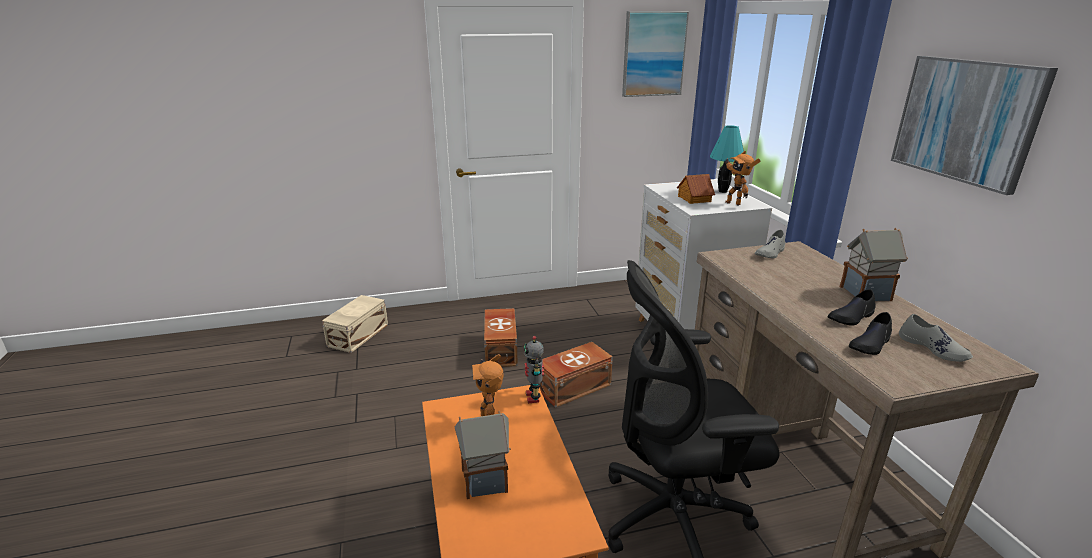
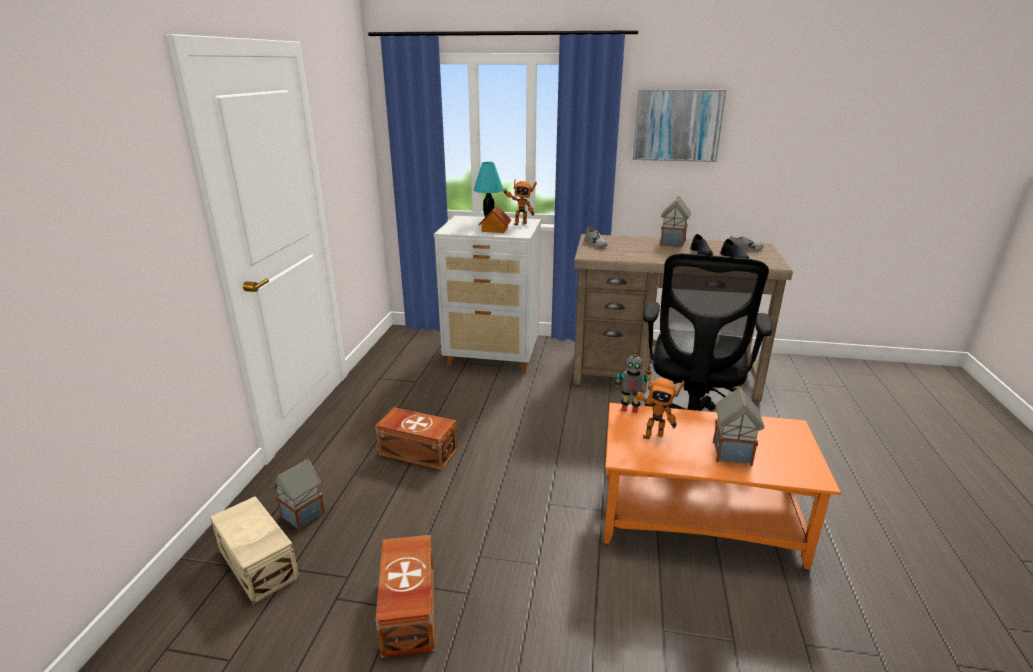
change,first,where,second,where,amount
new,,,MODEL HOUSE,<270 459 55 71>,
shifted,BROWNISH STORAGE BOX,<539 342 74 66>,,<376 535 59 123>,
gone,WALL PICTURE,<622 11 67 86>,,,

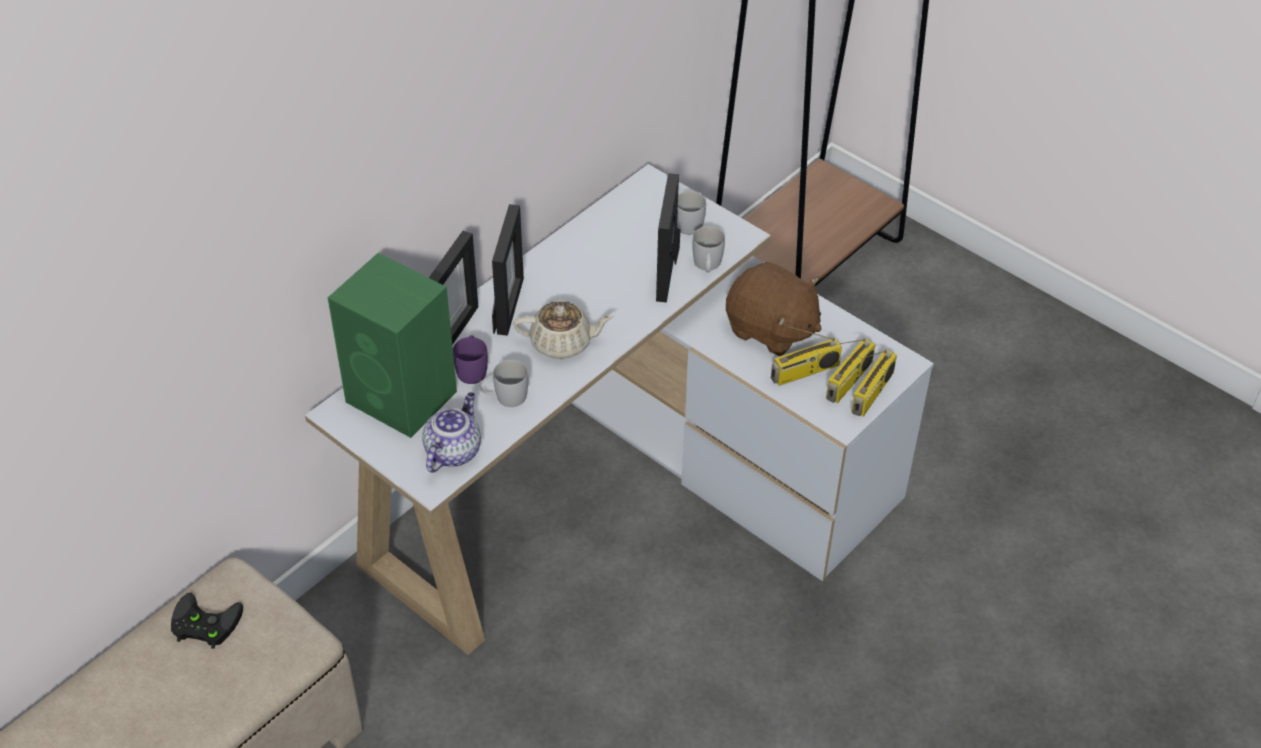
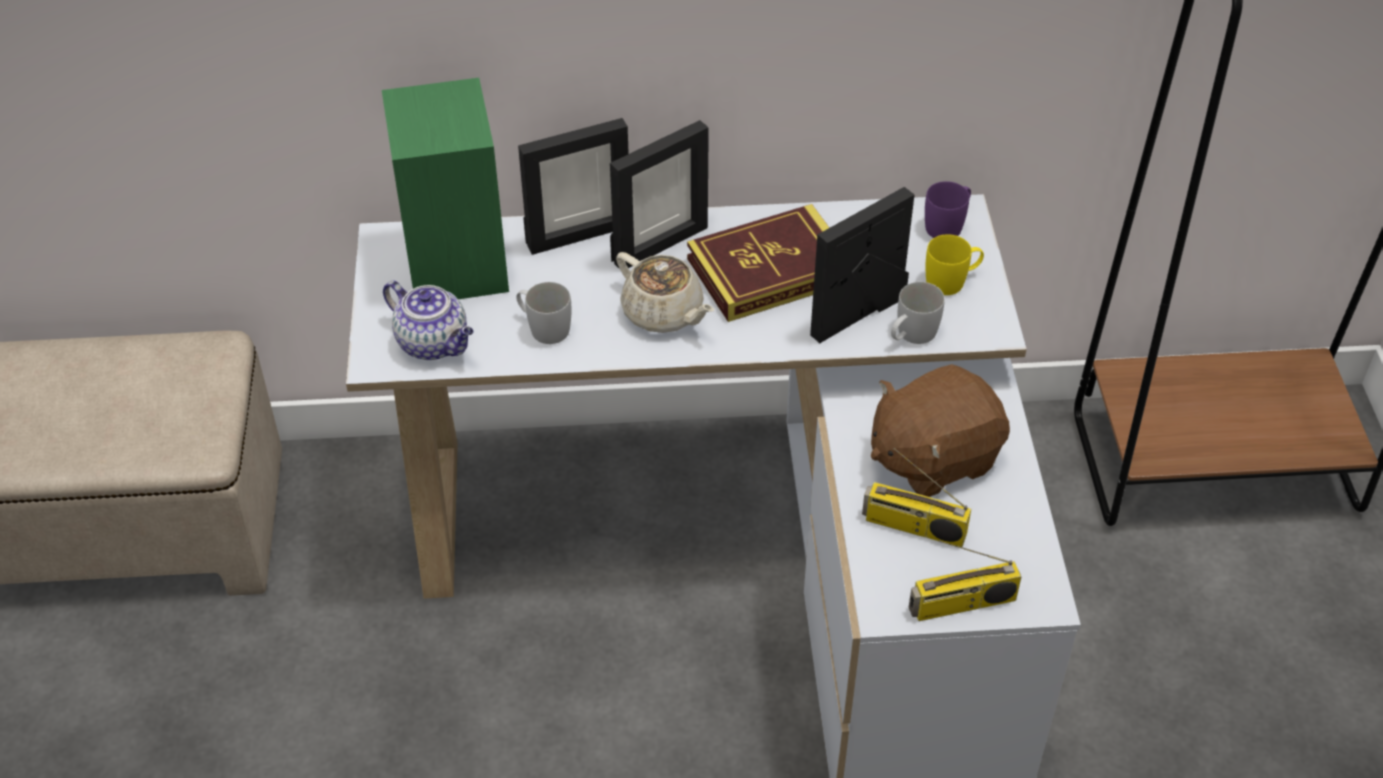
change,first,where,second,where,amount
rotated,TEA POT,<422 392 59 81>,,<383 280 91 80>,60 degrees clockwise
new,,,VOLUME,<687 204 142 118>,
rotated,BROWNISH PLUSH TOY,<726 262 96 94>,,<871 364 139 133>,75 degrees clockwise
shifted,PURPLISH TEA MUG,<453 335 35 49>,,<925 181 46 57>,
repainted,WHITE-COLOURED TEA MUG,<677 191 29 44>,YELLOW TEA MUG,<926 234 58 61>,
gone,BLACKISH JOYPAD,<171 592 72 57>,,,
gone,RADIO RECEIVER,<826 338 50 65>,,,

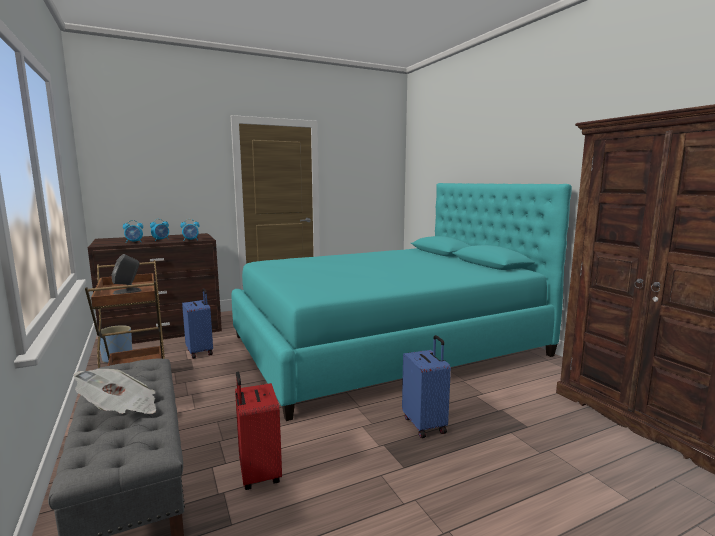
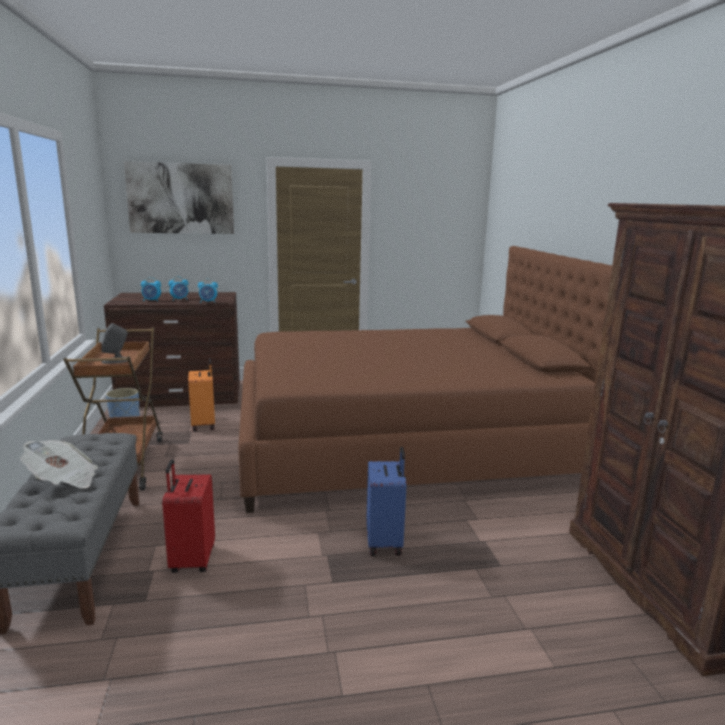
change,first,where,second,where,amount
new,,,WALL PICTURE,<124 161 110 73>,
repainted,BLUE-COLOURED SUITCASE,<182 288 31 71>,ORANGE-COLOURED SUITCASE,<188 358 27 74>,
repainted,BLUE-GREEN SLEEPING BED,<231 183 341 238>,BROWNISH SLEEPING BED,<238 246 374 267>,

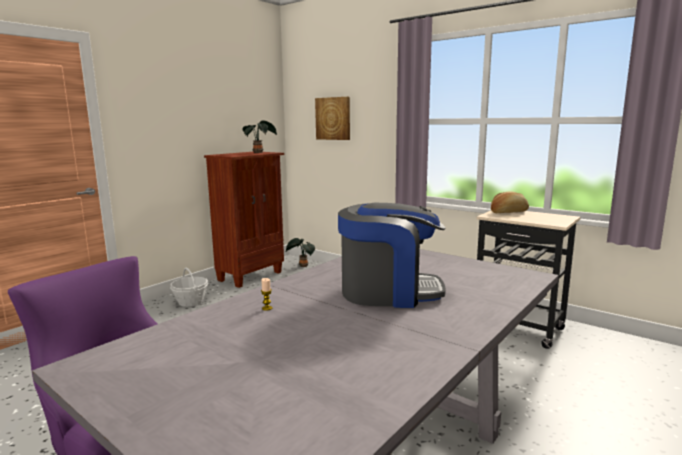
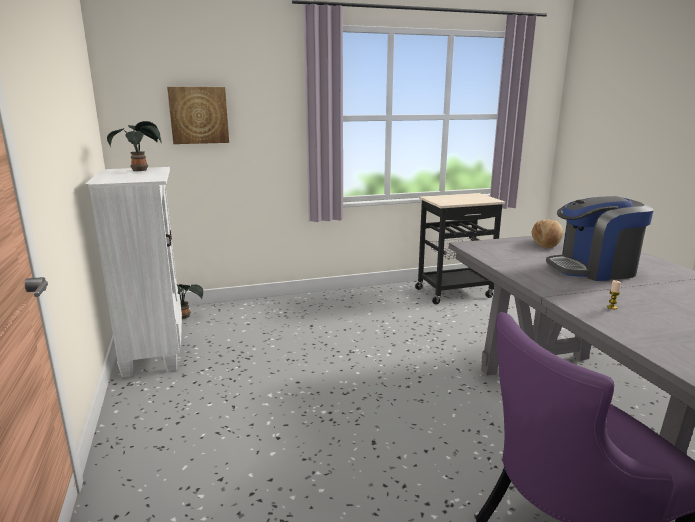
change,first,where,second,where,amount
repainted,BROWNISH CABINET,<204 152 80 136>,WHITE-COLOURED CABINET,<85 167 97 211>,
shifted,BAKERY BREAD,<491 191 38 22>,,<532 220 31 28>,
rotated,COFFEE MACHINE,<338 203 108 105>,,<546 196 108 85>,135 degrees counterclockwise
gone,BASKET,<170 268 38 39>,,,

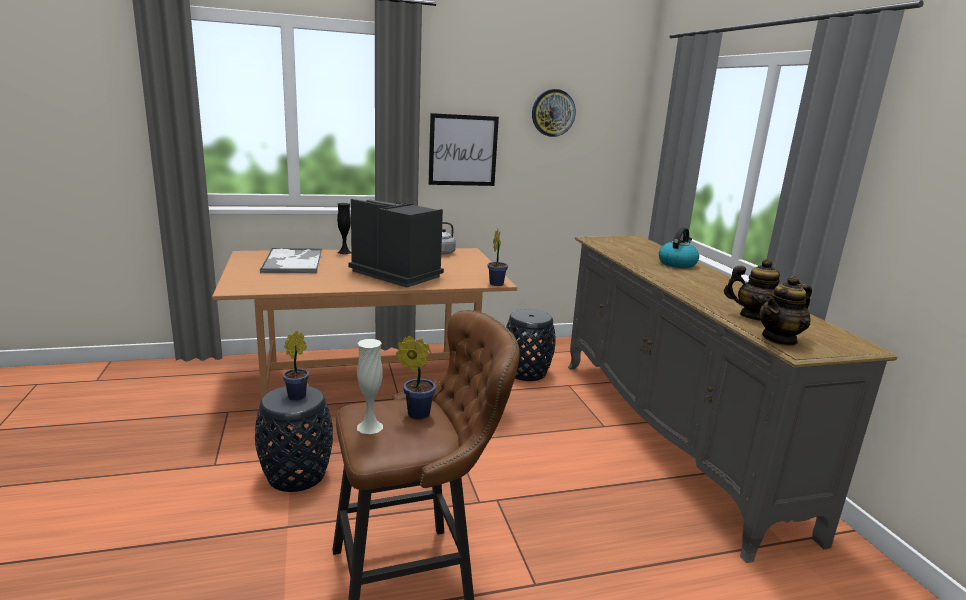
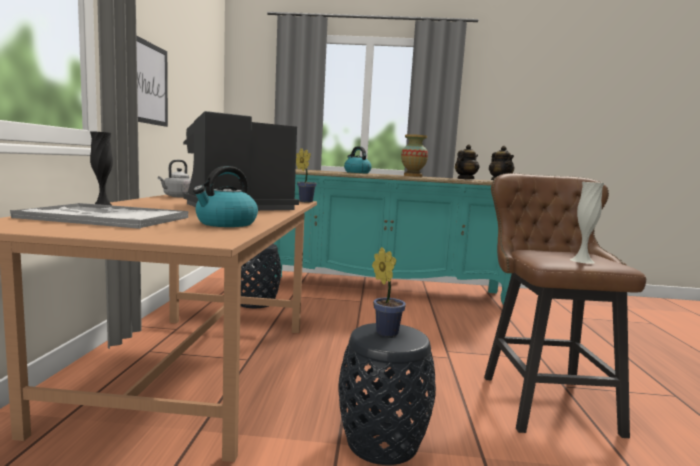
change,first,where,second,where,amount
new,,,KETTLE,<193 166 65 61>,
repainted,GREYISH CABINET,<568 236 329 327>,BLUE-GREEN CABINET,<263 169 249 136>,
new,,,FLOWER VASE,<401 134 27 43>,
gone,PLANT IN A POT,<396 336 40 83>,,,
gone,HANGING CLOCK,<532 89 44 48>,,,

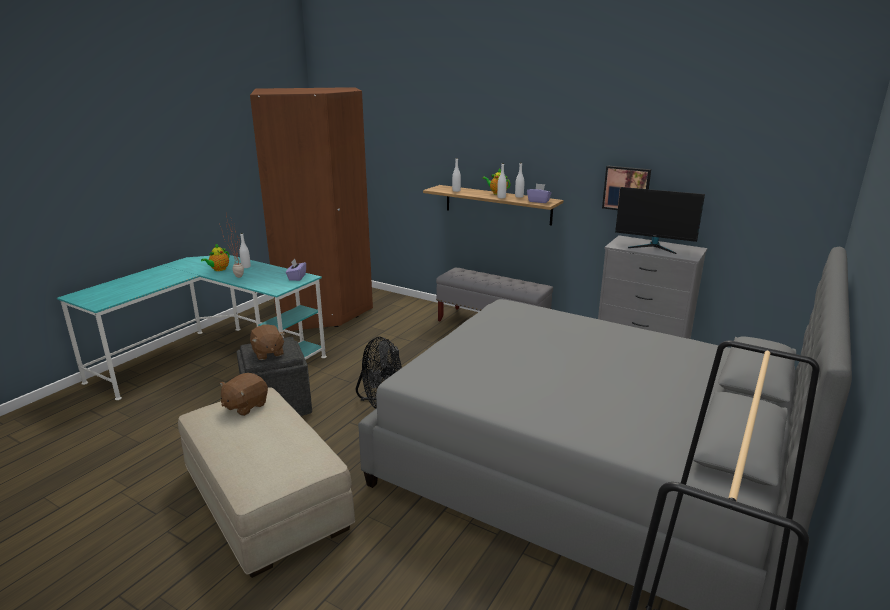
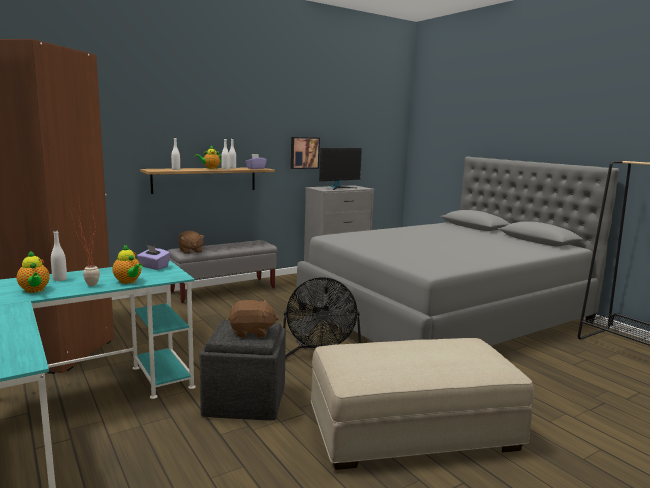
change,first,where,second,where,amount
new,,,TEA POT,<113 245 30 39>,
shifted,BROWNISH PLUSH TOY,<220 373 48 43>,,<178 231 26 23>,

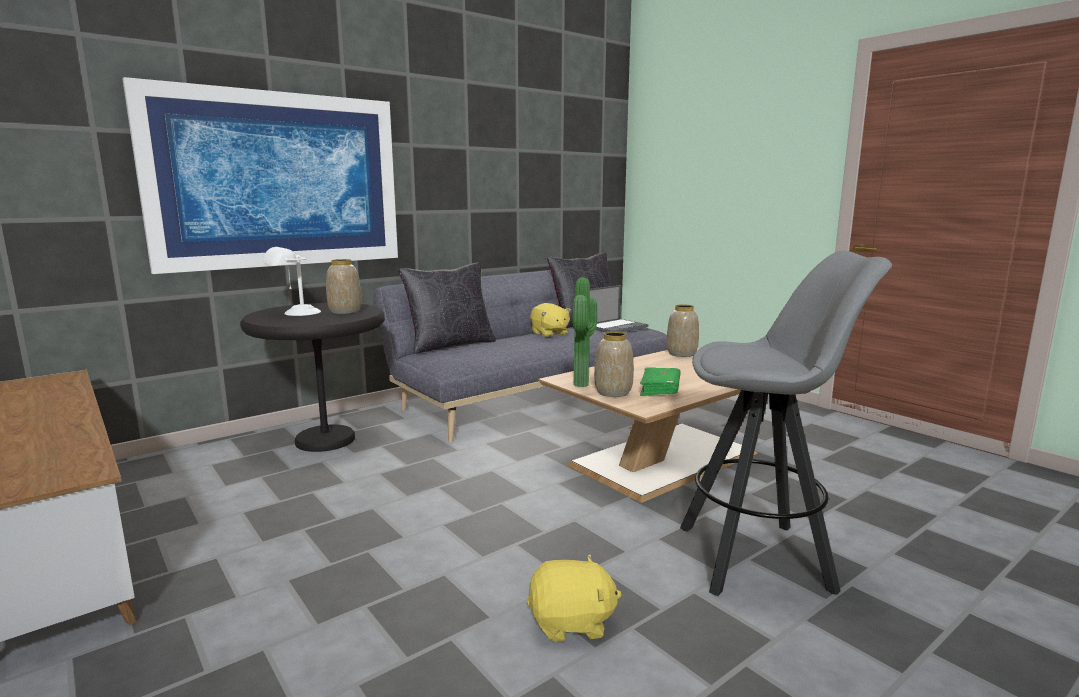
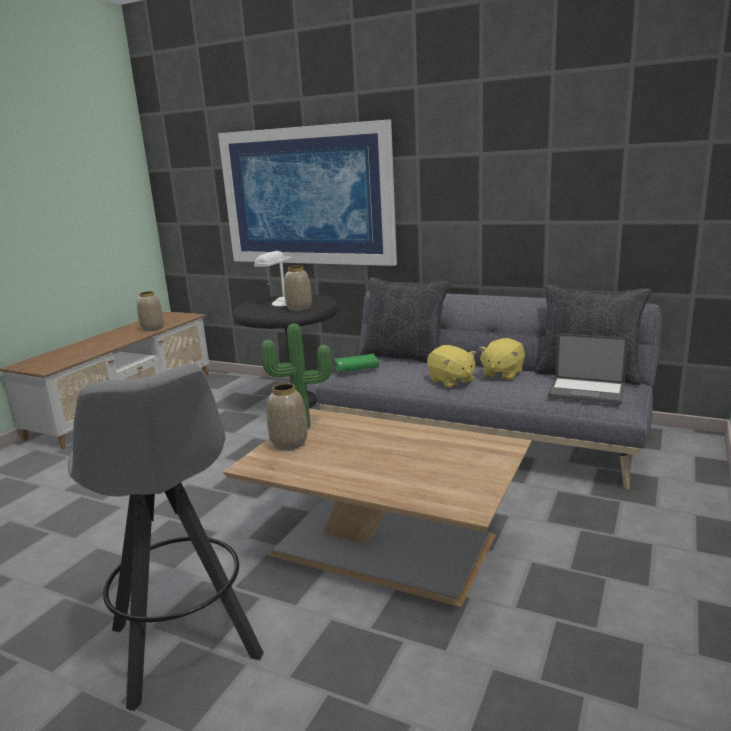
change,first,where,second,where,amount
shifted,FLOWER VASE,<667 304 32 53>,,<137 291 27 40>,
shifted,GREEN-COLOURED VOLUME,<640 367 41 29>,,<334 354 45 18>,
shifted,YELLOW PLUSH TOY,<527 554 95 88>,,<427 345 49 43>,

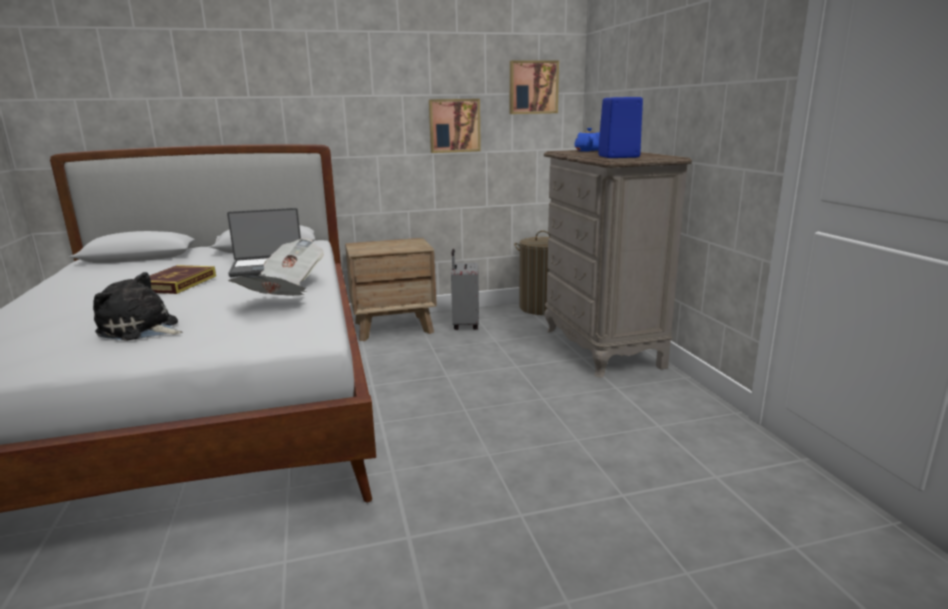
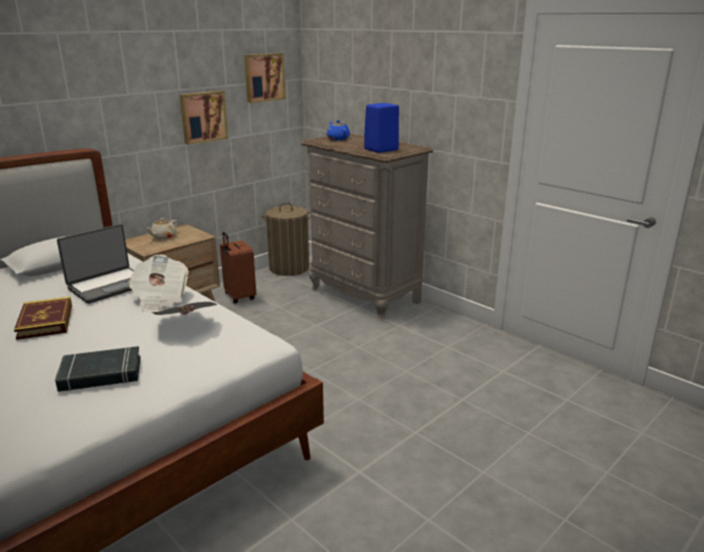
change,first,where,second,where,amount
swapped,PLUSH TOY,<93 272 89 69>,BLACKISH VOLUME,<55 346 86 46>,
new,,,BEIGE TEA POT,<146 218 31 21>,
repainted,GREYISH SUITCASE,<451 249 28 81>,BROWNISH SUITCASE,<220 232 36 71>,

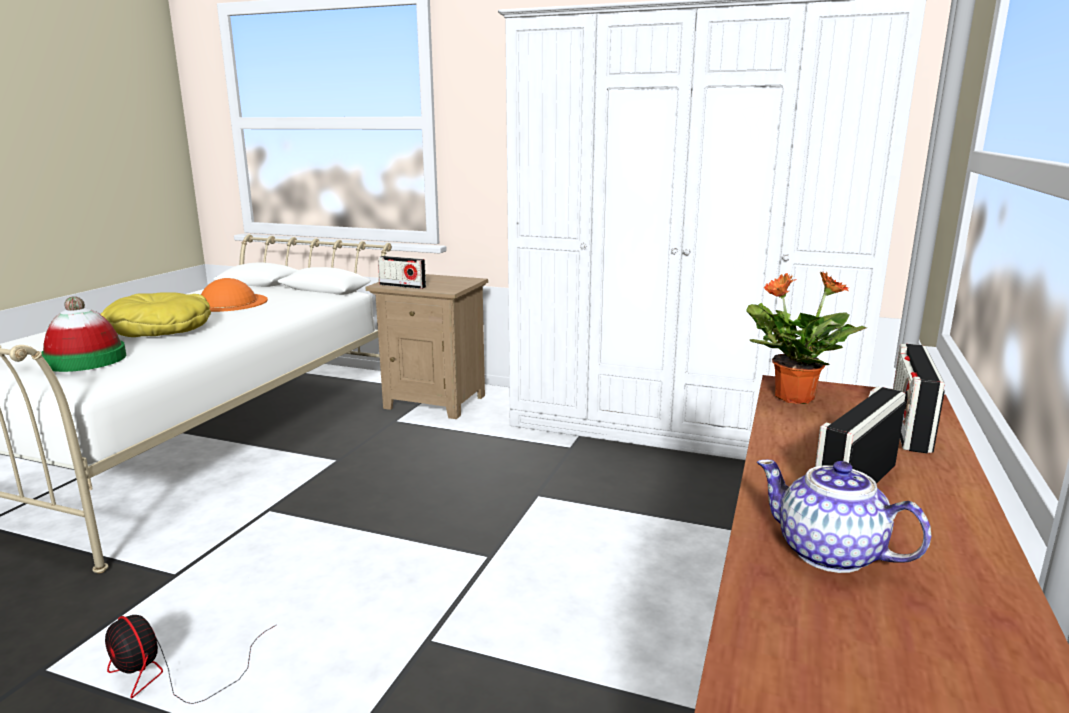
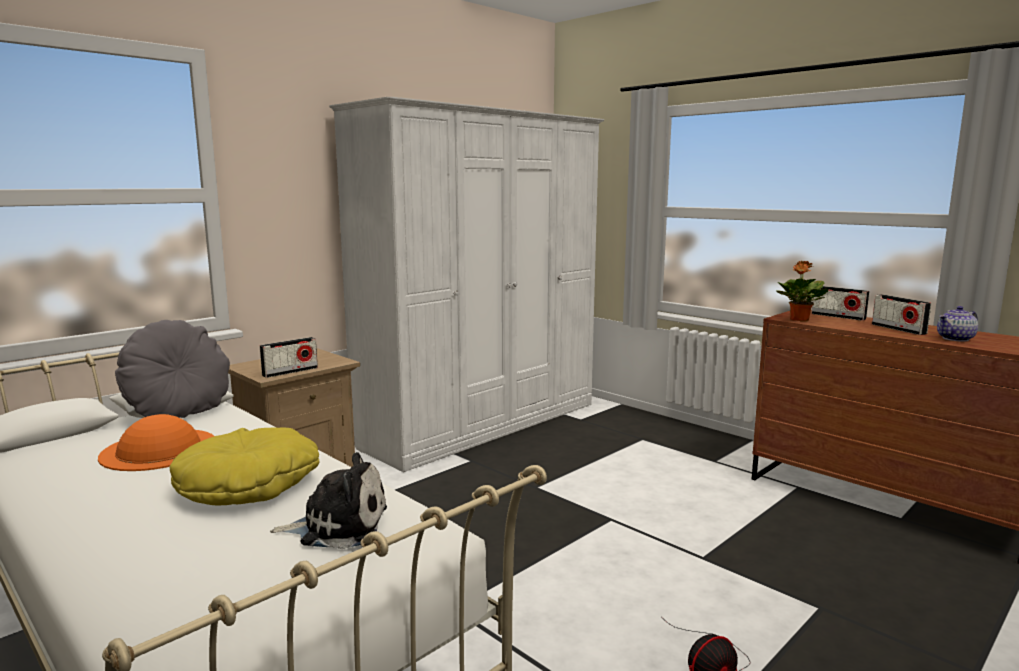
change,first,where,second,where,amount
new,,,GREYISH CUSHION,<115 320 115 98>,
swapped,HAT,<42 296 84 76>,PLUSH TOY,<270 452 117 97>,

